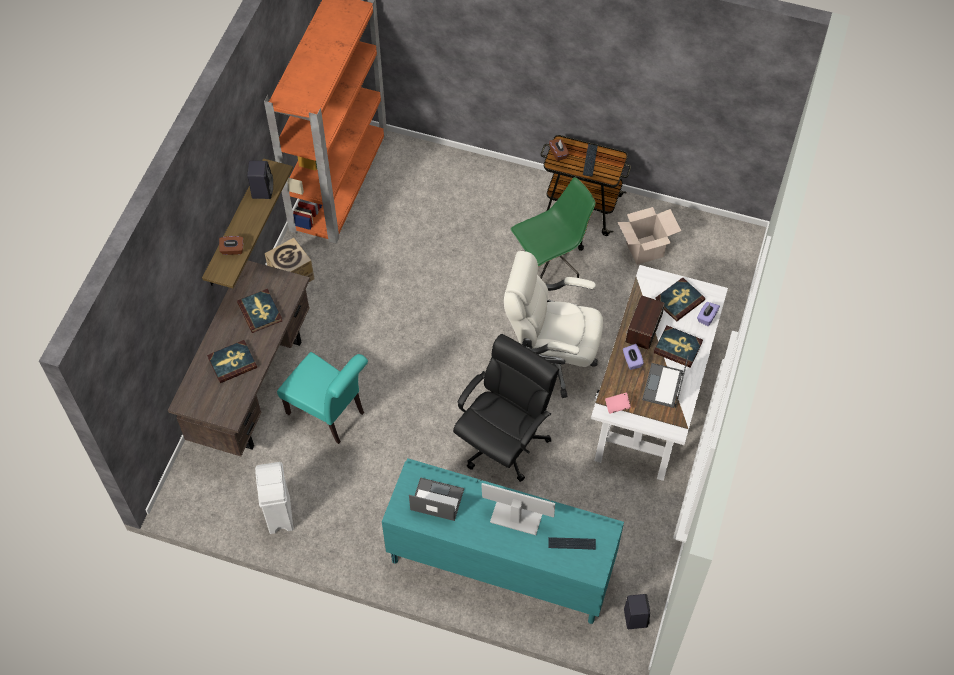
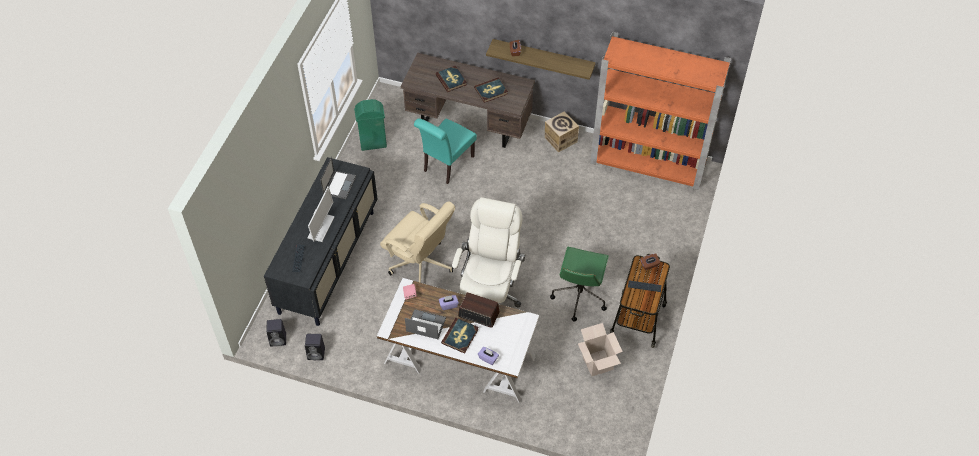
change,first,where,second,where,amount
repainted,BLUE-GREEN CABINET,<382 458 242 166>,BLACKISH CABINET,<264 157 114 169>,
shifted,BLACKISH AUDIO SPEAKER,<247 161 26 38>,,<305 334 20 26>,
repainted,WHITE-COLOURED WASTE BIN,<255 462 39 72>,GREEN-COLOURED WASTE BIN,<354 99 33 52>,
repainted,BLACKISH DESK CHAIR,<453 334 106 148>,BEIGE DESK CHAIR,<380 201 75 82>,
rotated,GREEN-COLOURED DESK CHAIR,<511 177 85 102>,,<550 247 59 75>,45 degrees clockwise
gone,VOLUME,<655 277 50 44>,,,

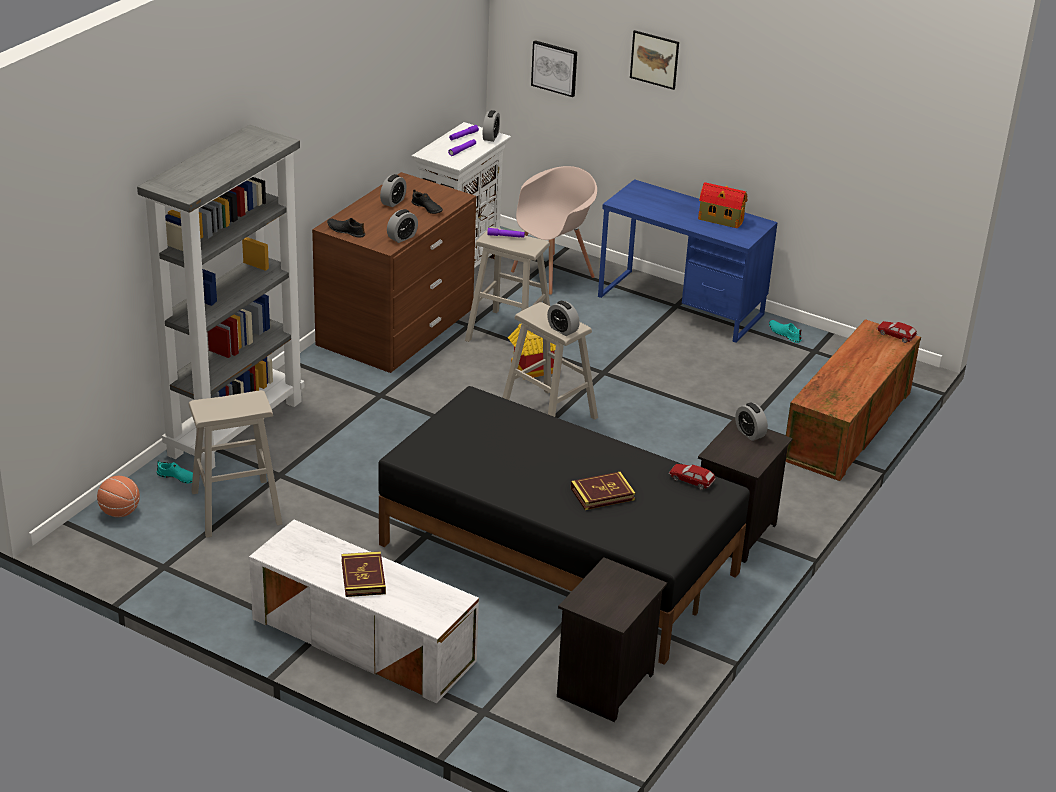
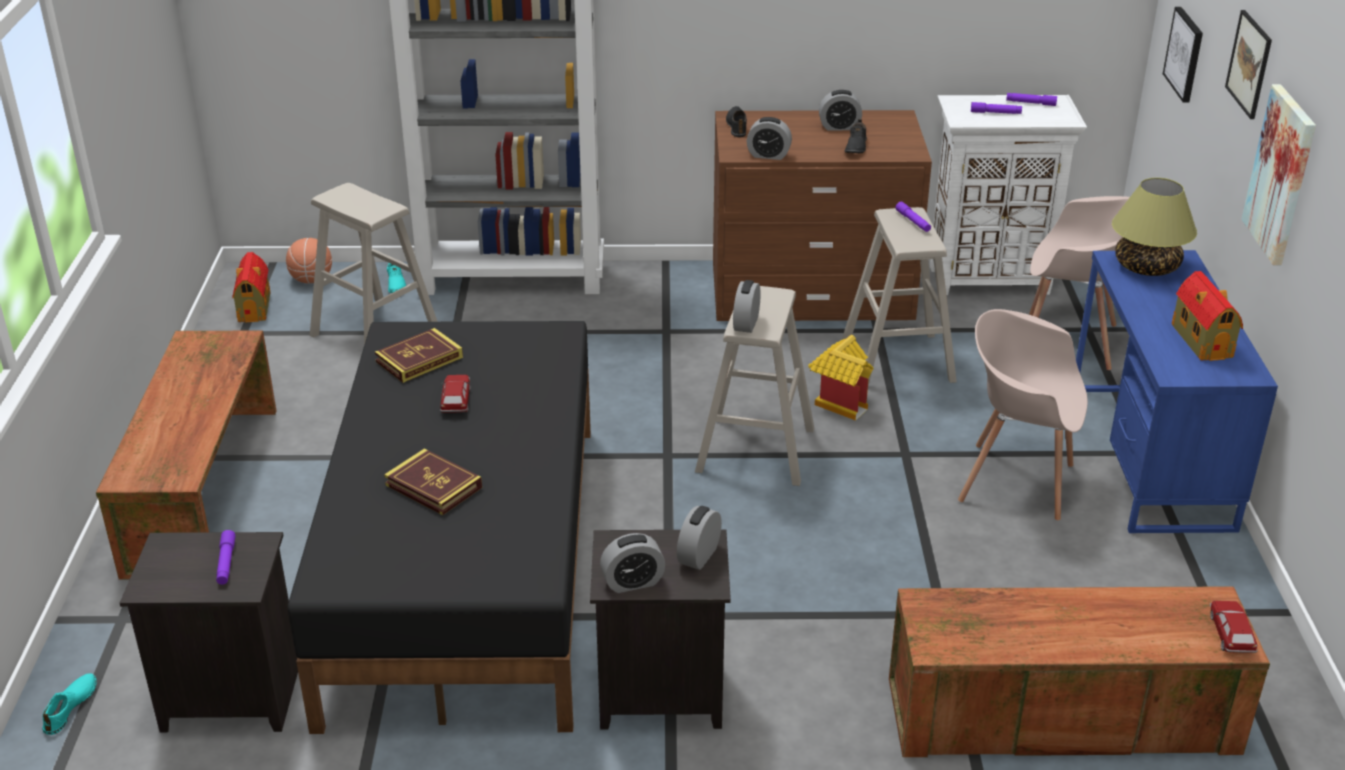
change,first,where,second,where,amount
shifted,BLUE-GREEN ITEM OF FOOTWEAR,<769 320 32 23>,,<42 673 55 62>,
repainted,WHITE-COLOURED INDOOR BENCH,<249 520 230 183>,BROWNISH INDOOR BENCH,<96 330 181 249>,
new,,,PURPLISH HAND TORCH,<216 530 20 55>,
new,,,MODEL HOUSE,<232 252 38 70>,
shifted,VOLUME,<341 551 45 46>,,<375 328 88 55>,
shifted,MODEL CAR,<668 464 48 26>,,<440 375 30 38>,
shifted,ALARM CLOCK,<483 110 17 32>,,<600 533 65 60>,
new,,,BEIGE PLAIN CHAIR,<958 309 130 211>,
new,,,TABLETOP LAMP,<1112 178 85 98>,
new,,,WALL PICTURE,<1242 84 74 181>,

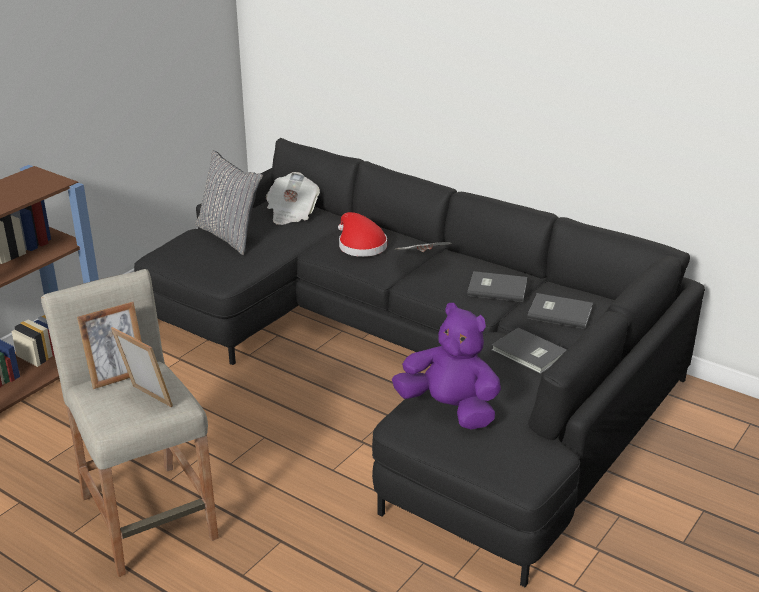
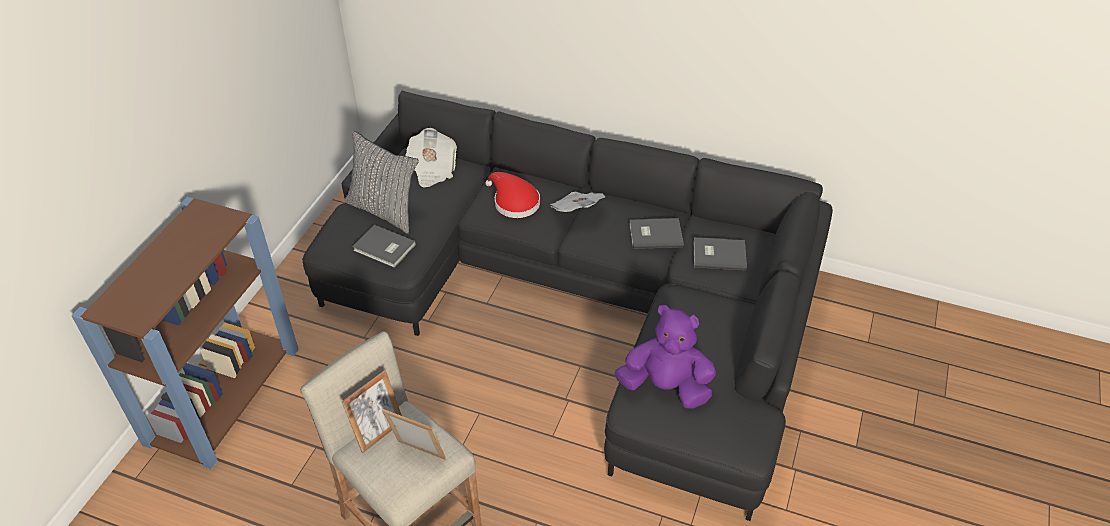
change,first,where,second,where,amount
shifted,GREYISH VOLUME,<492 327 75 47>,,<353 225 63 43>,

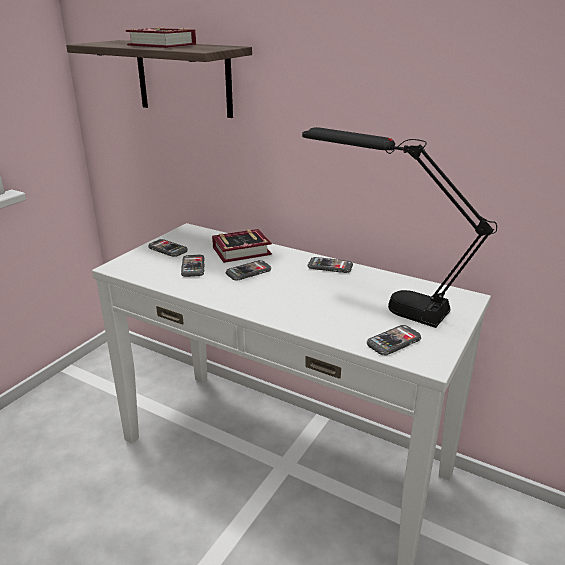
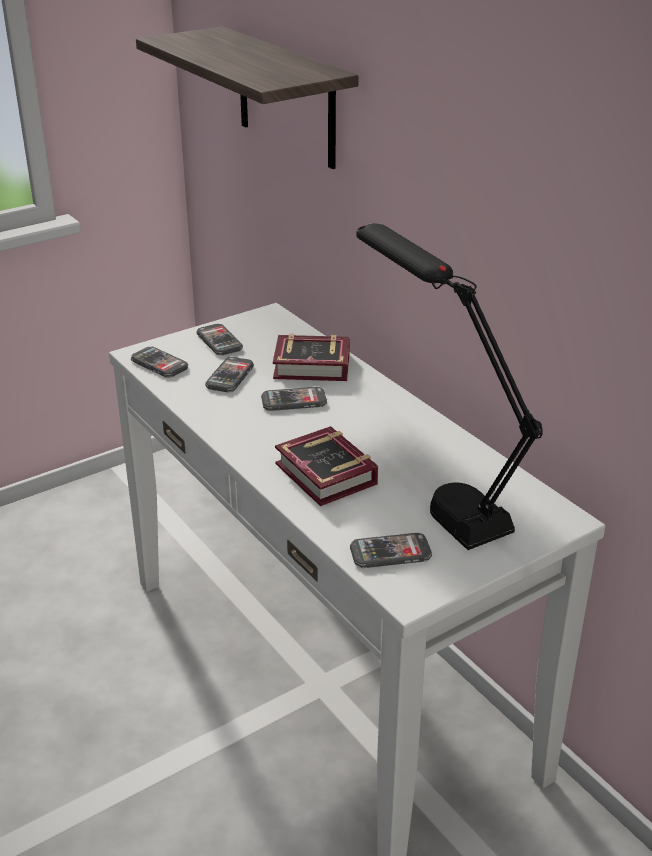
change,first,where,second,where,amount
shifted,HANDSET,<308 257 45 16>,,<131 347 57 31>,
shifted,VOLUME,<126 27 70 21>,,<275 426 103 80>,

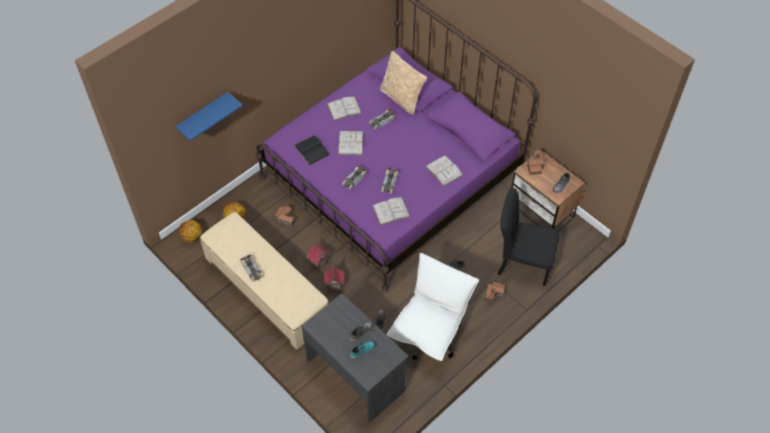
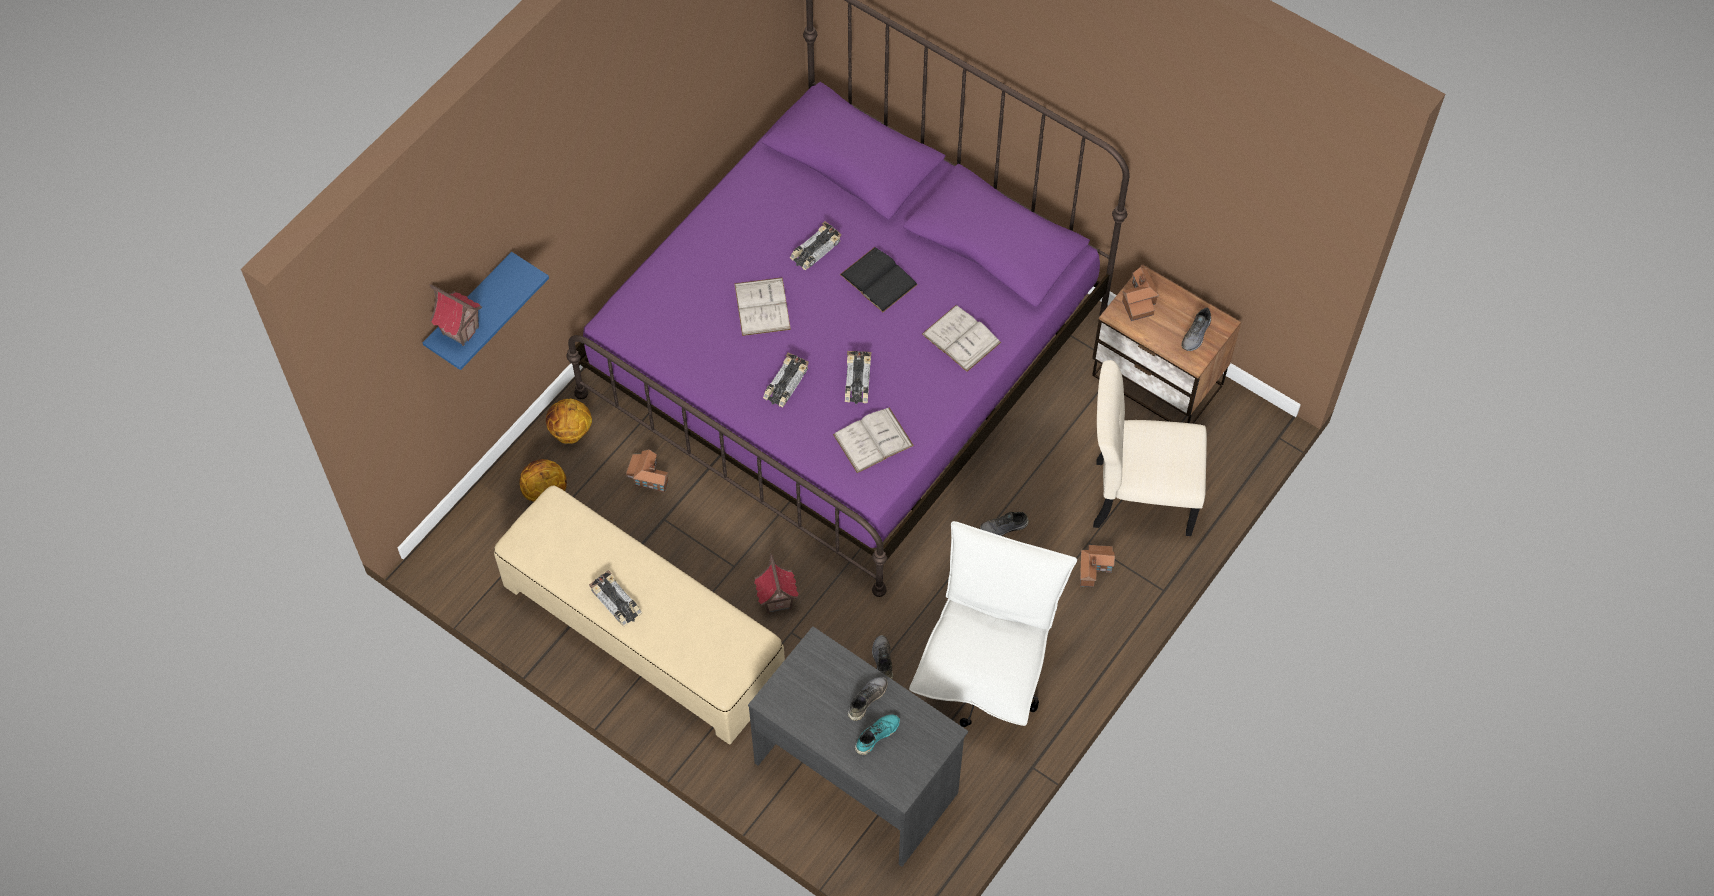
change,first,where,second,where,amount
shifted,MODEL HOUSE,<306 240 24 29>,,<430 284 52 62>,
shifted,BASKETBALL BALL,<179 220 23 22>,,<546 399 46 45>,
shifted,BLACKISH VOLUME,<294 135 36 30>,,<840 247 78 65>,
repainted,BLACKISH PLAIN CHAIR,<497 188 62 98>,BEIGE PLAIN CHAIR,<1093 360 114 176>,
gone,WHITE-COLOURED VOLUME,<327 97 35 24>,,,
gone,BEIGE CUSHION,<380 51 47 64>,,,

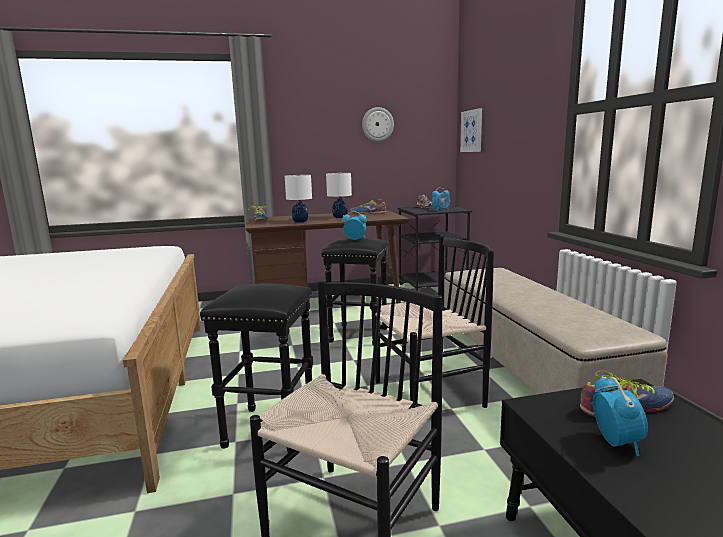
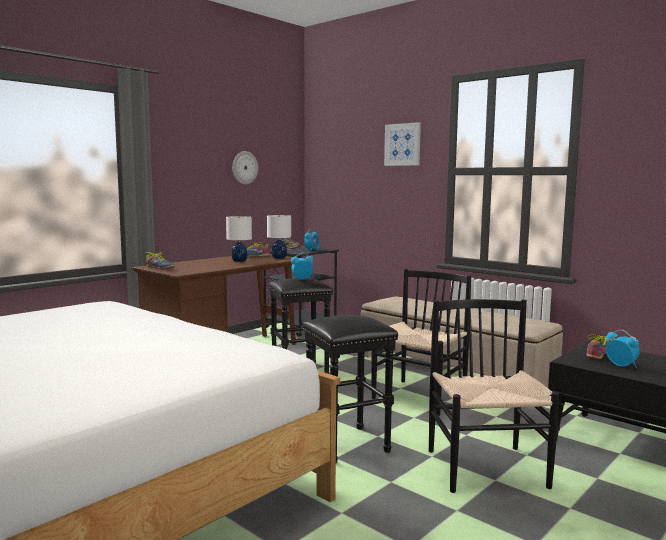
change,first,where,second,where,amount
shifted,WHITE-COLOURED TABLETOP LAMP,<285 175 27 48>,,<267 215 24 44>,
shifted,WALL PICTURE,<460 108 22 44>,,<384 122 37 44>,

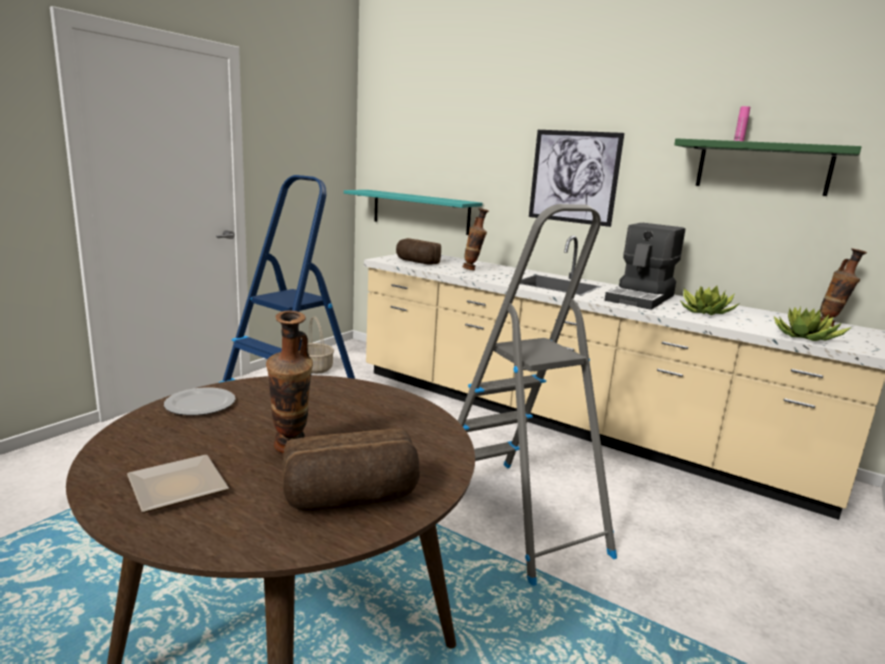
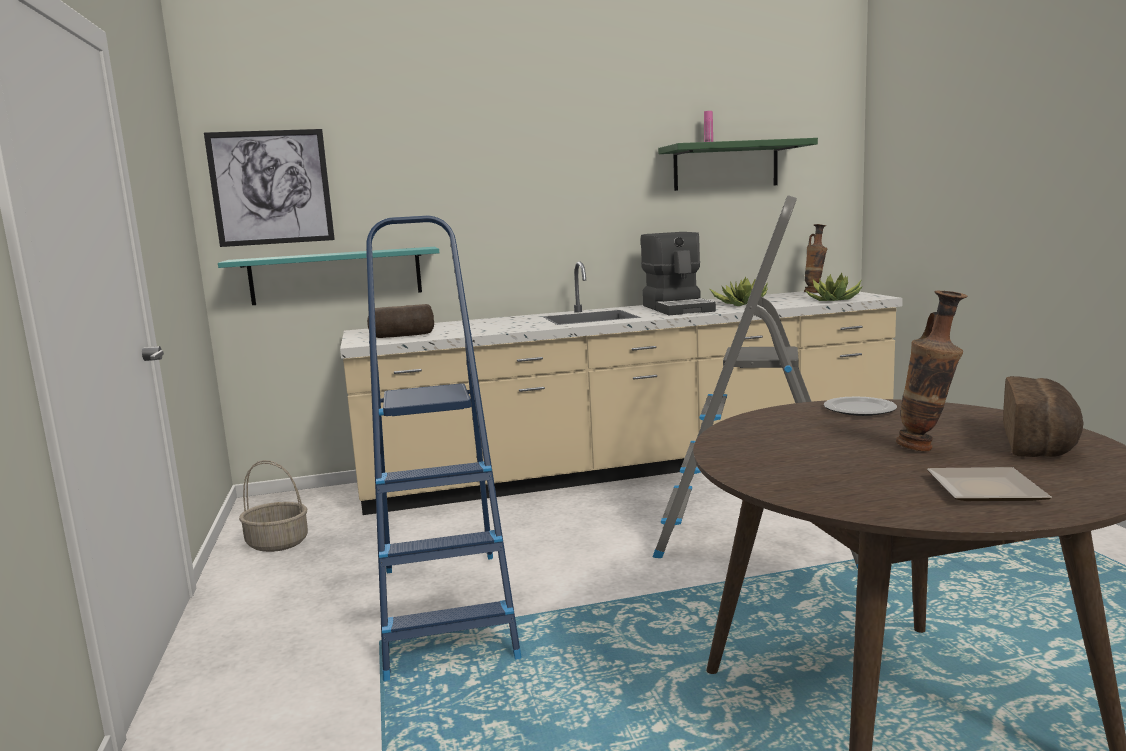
change,first,where,second,where,amount
shifted,WALL PICTURE,<529 130 95 97>,,<204 129 131 118>,
shifted,DINNER PLATE,<164 388 71 28>,,<824 397 73 19>,
gone,FLOWER VASE,<462 208 27 62>,,,

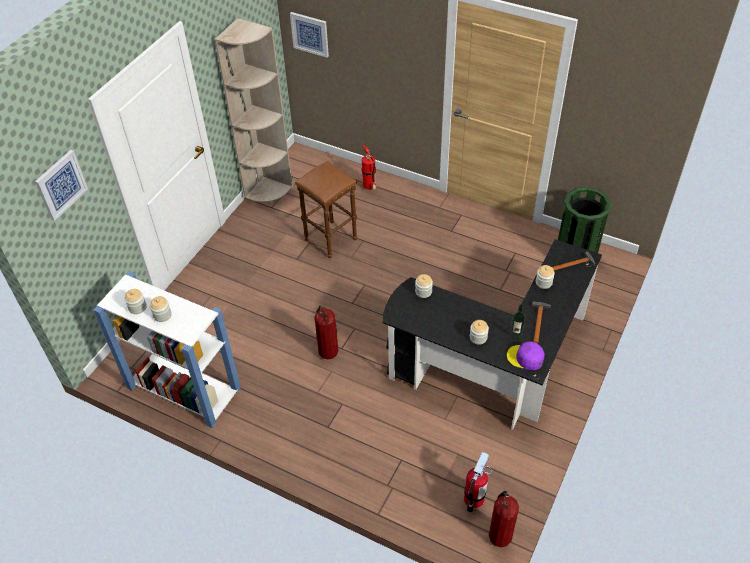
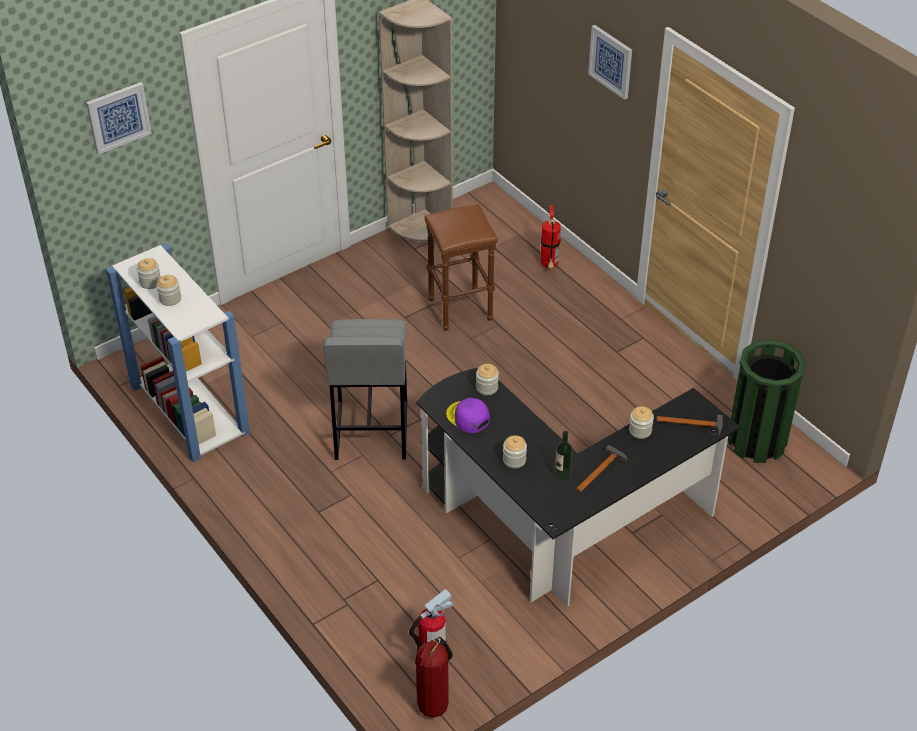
change,first,where,second,where,amount
swapped,FIRE EXTINGUISHER,<314 306 24 53>,GREYISH SITTING STOOL,<323 319 84 141>,
shifted,PURPLISH CAP,<507 342 38 28>,,<446 398 44 35>,
shifted,WALL PICTURE,<290 12 39 45>,,<588 25 44 75>,

